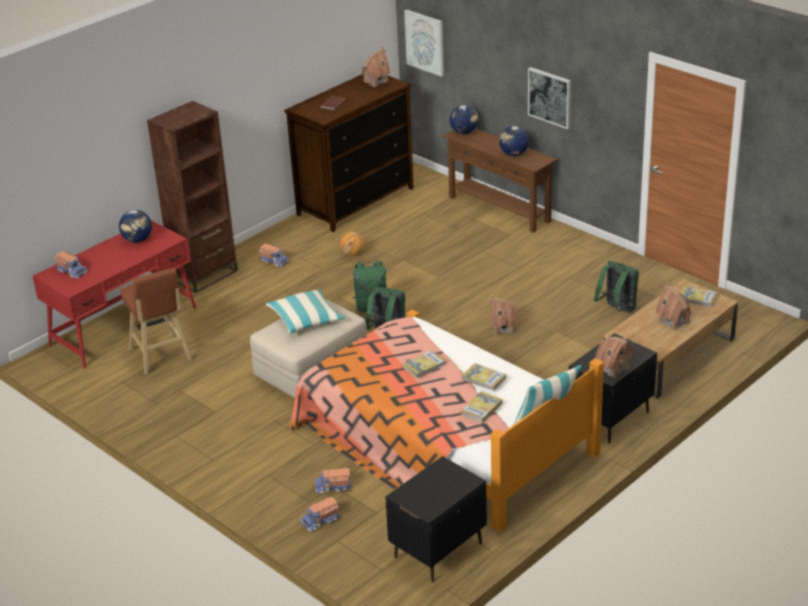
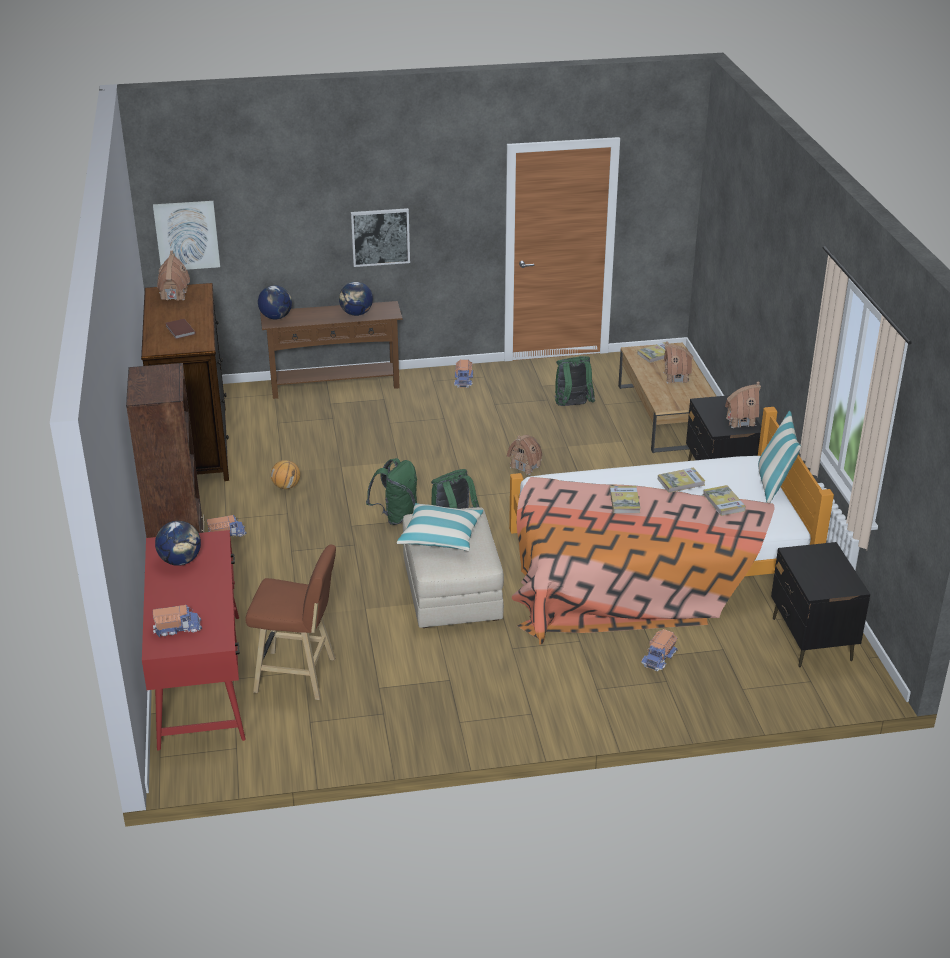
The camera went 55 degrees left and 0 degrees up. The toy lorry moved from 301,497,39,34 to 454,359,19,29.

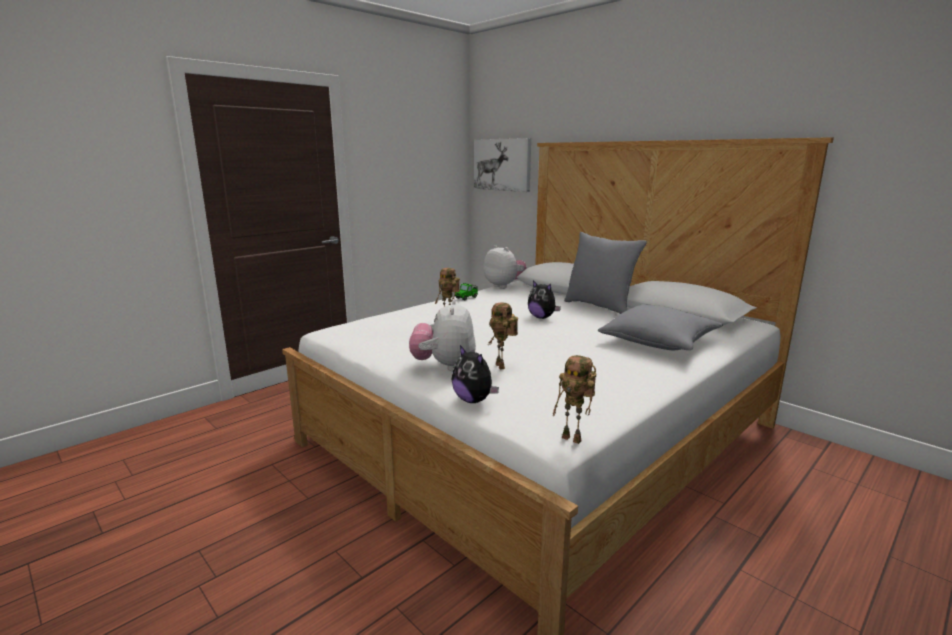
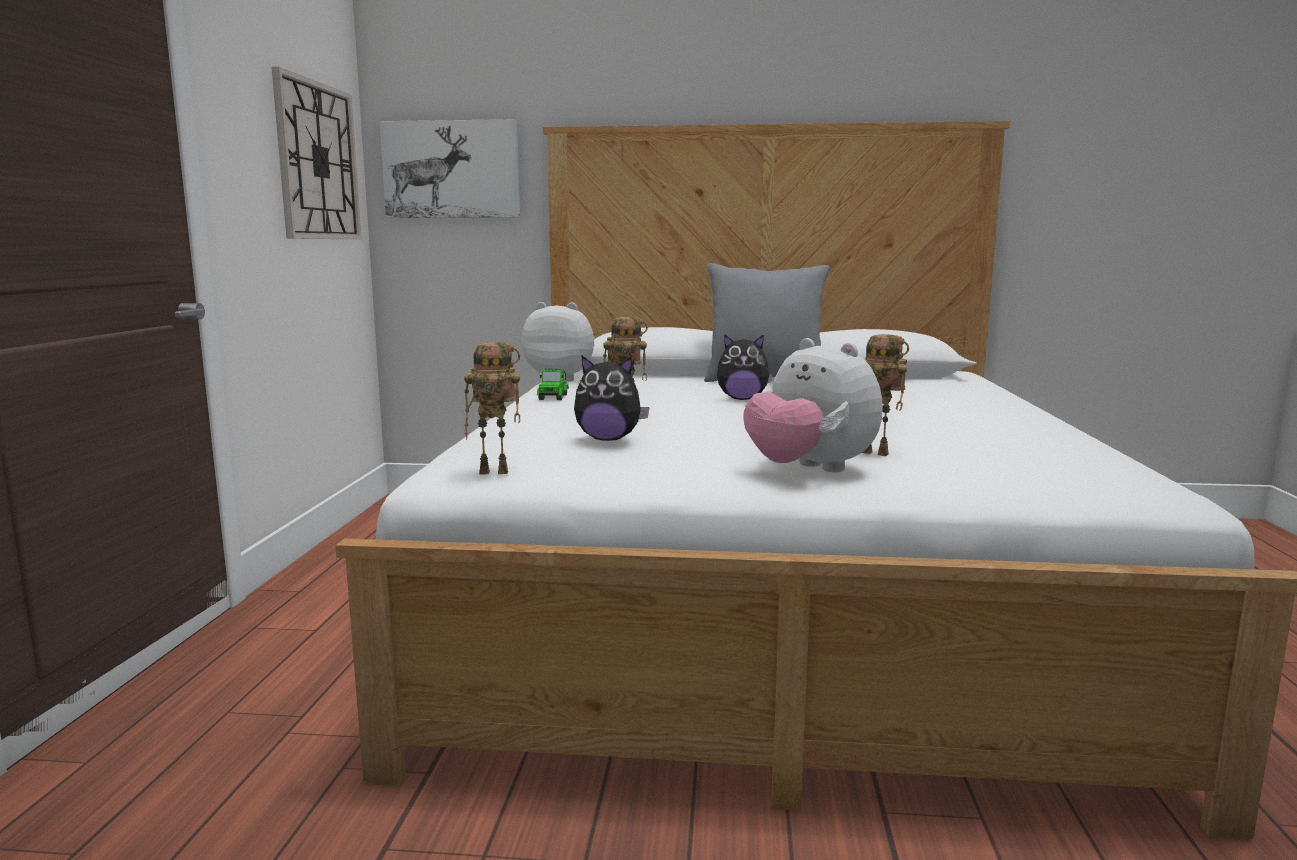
The camera went 40 degrees left and 5 degrees down. The soft toy moved from 452,345,47,58 to 574,355,76,86. The model robot moved from 553,355,43,89 to 464,342,56,132. The cushion in greyish at 598,304,125,46 disappeared. The wall clock at 272,67,89,172 appeared.

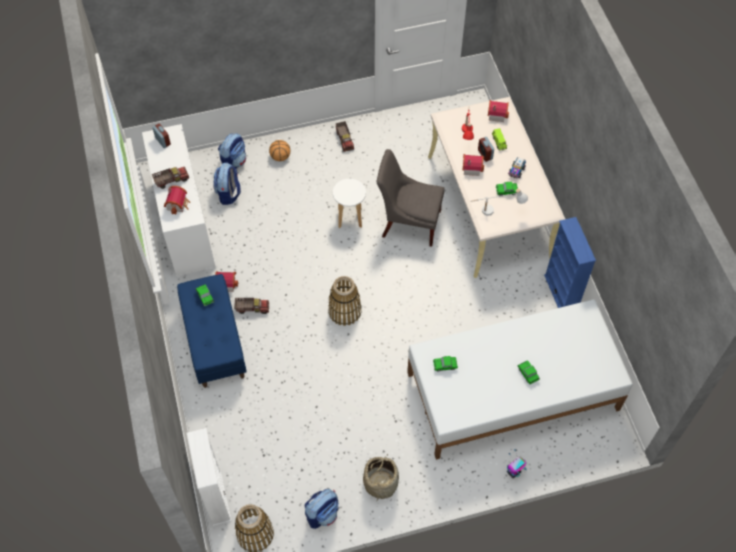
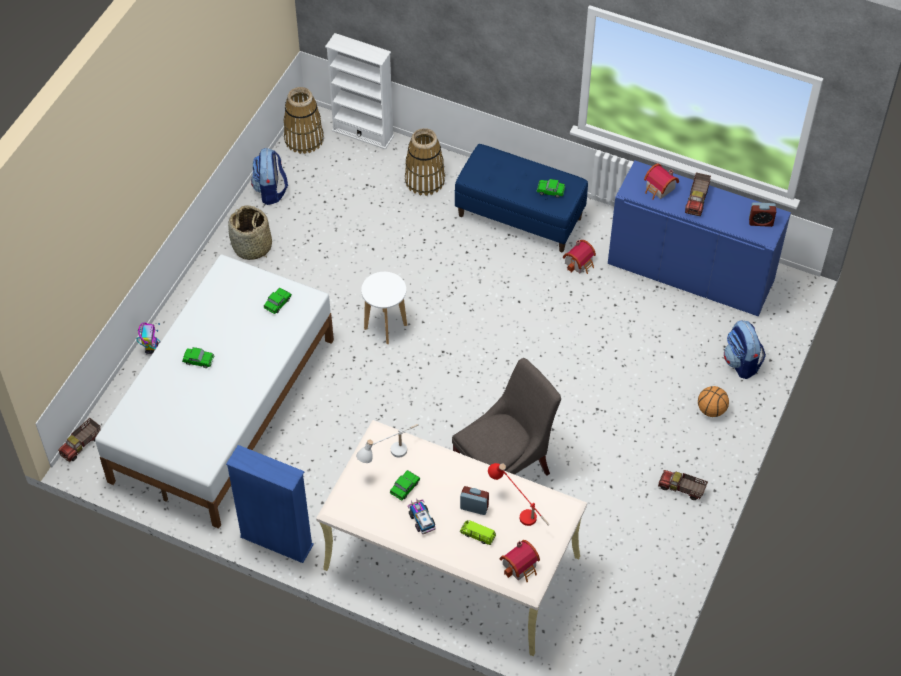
The camera went 130 degrees right and 5 degrees down. The cupboard in whitish at 142,124,73,153 became the cupboard in blue-coloured at 608,161,183,155. The backpack at 213,163,28,42 disappeared. The toy lorry moved from 234,298,35,16 to 58,418,43,44. The household basket moved from 328,276,34,50 to 405,128,40,68. The stool in whitish moved from 333,179,33,49 to 361,272,46,72. The miniature house at 462,154,22,22 disappeared.

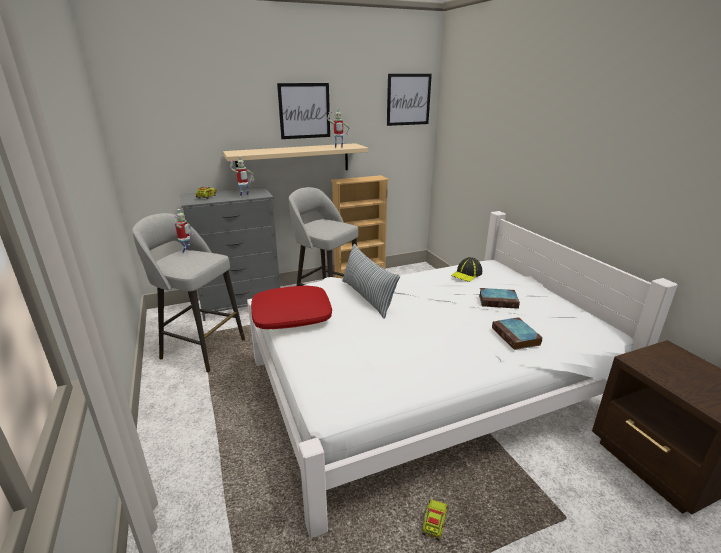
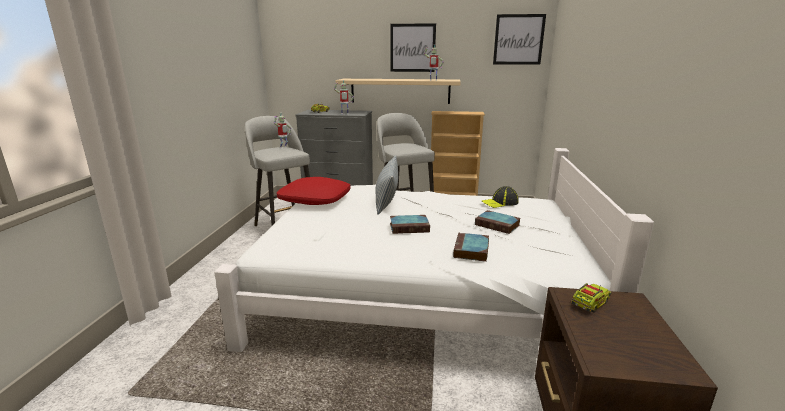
The camera went 30 degrees right and 5 degrees down. The toy lorry moved from 422,499,26,41 to 571,283,41,30. The bound book at 390,215,40,19 appeared.

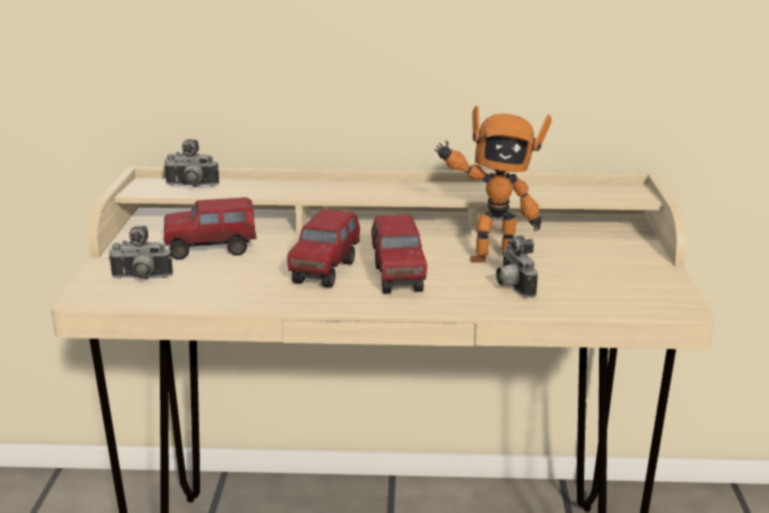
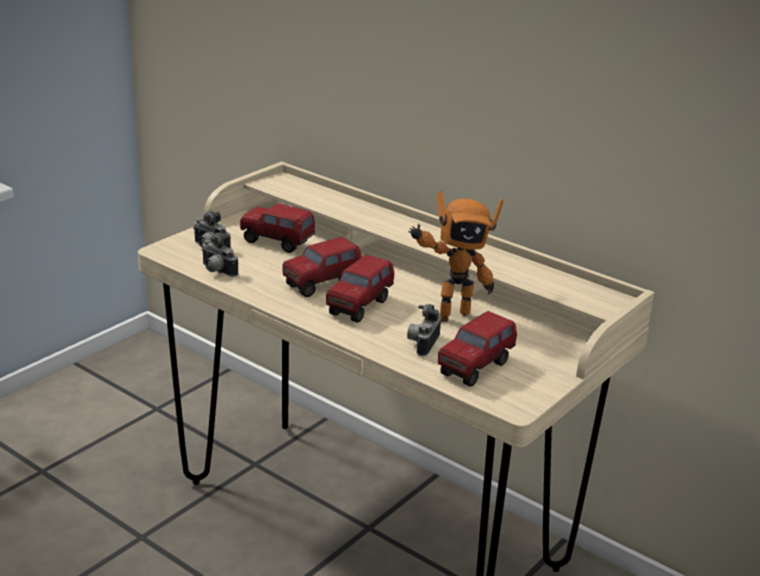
The camera went 35 degrees right and 5 degrees up. The still camera moved from 163,139,56,48 to 201,233,38,44. The model robot at 434,106,118,157 turned 45 degrees counterclockwise. The toy lorry at 438,311,79,76 appeared.

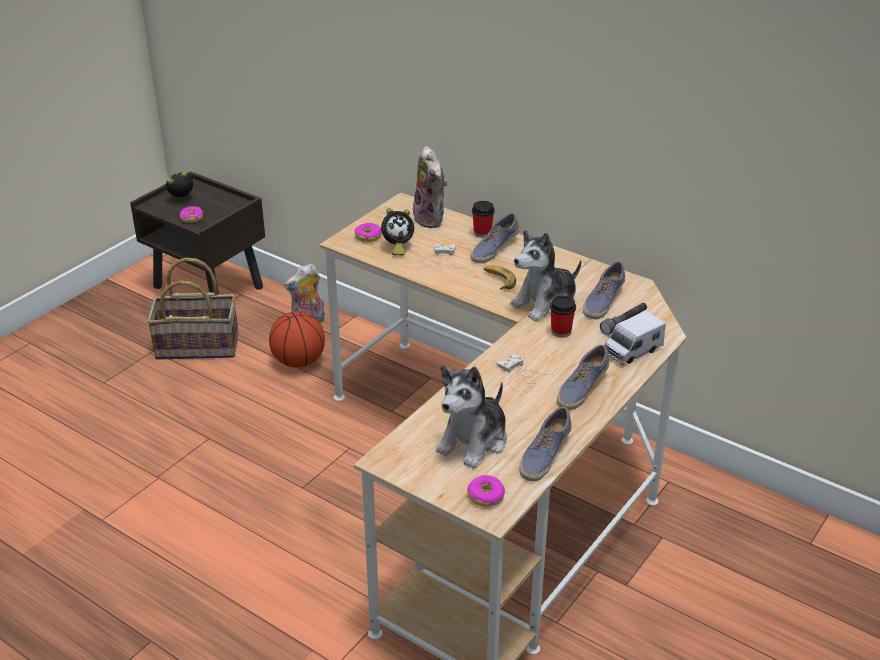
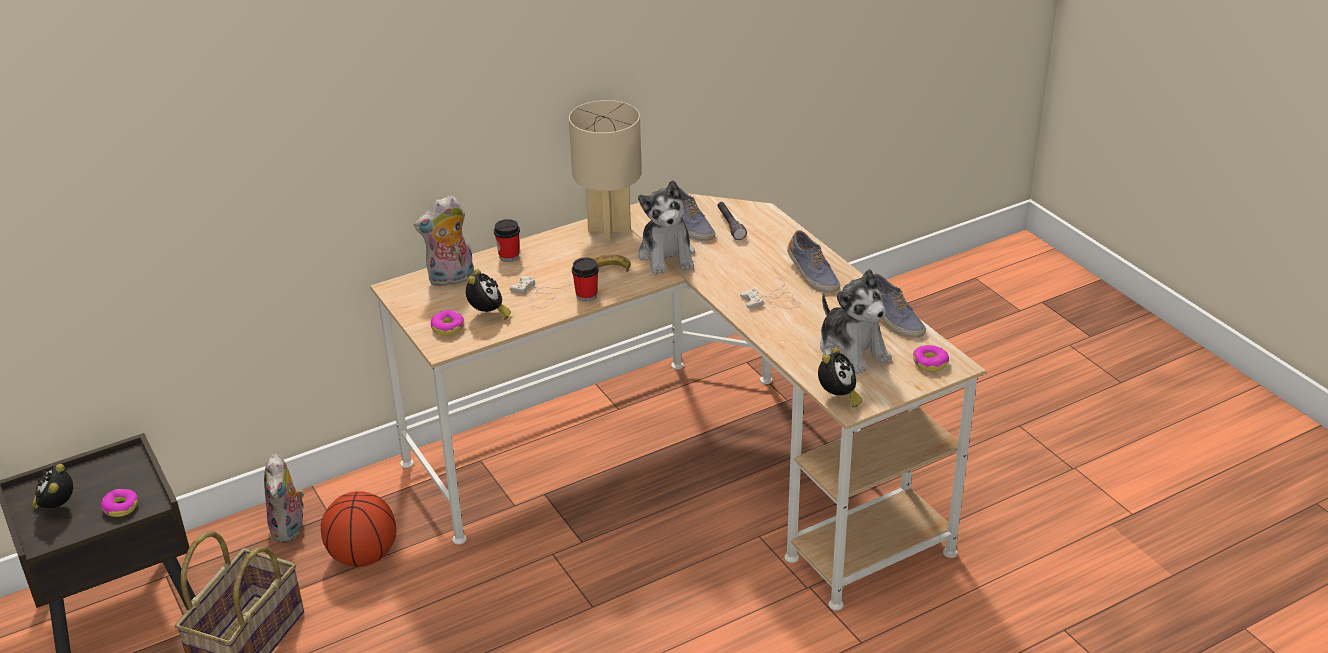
The camera went 65 degrees left and 0 degrees up. The soft toy at 413,146,35,82 turned 150 degrees clockwise. The shoe at 471,213,48,50 disappeared. The drinking cup moved from 550,296,26,41 to 572,257,27,45. The toy lorry at 605,311,61,54 disappeared. The tabletop lamp in beige-coloured at 569,100,73,141 appeared. The table clock at 818,347,44,61 appeared.

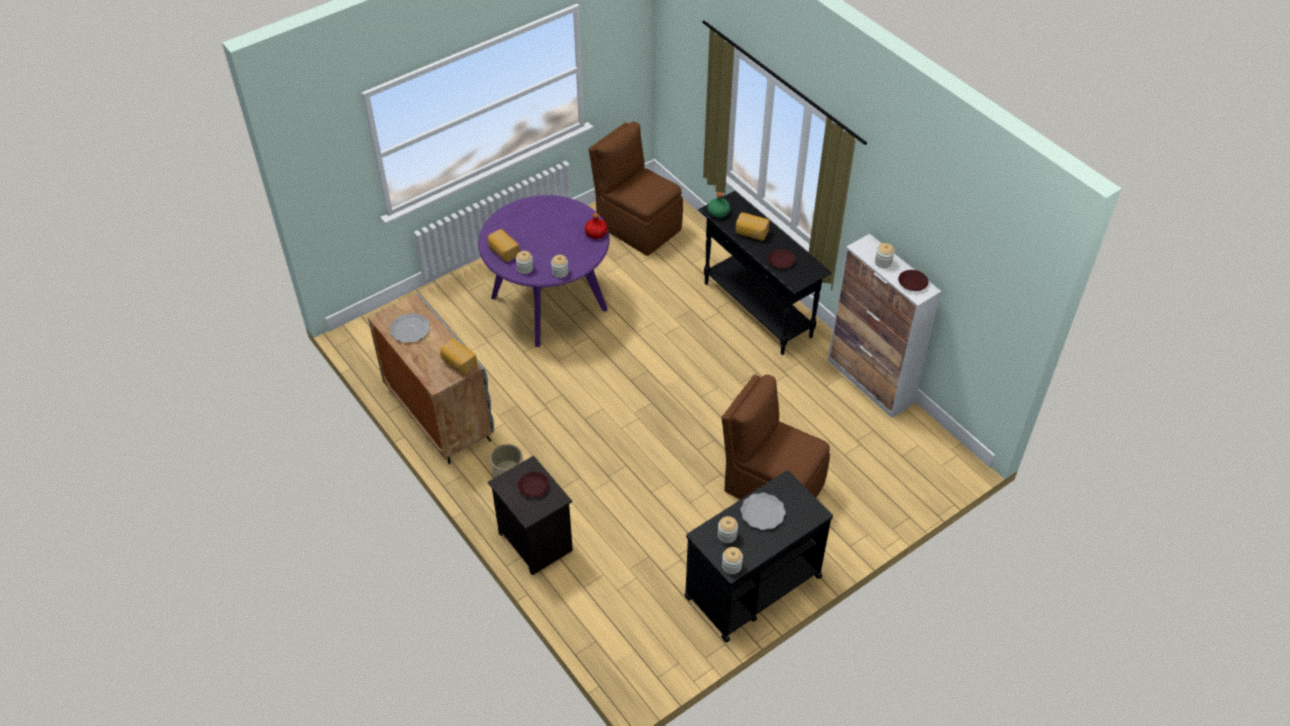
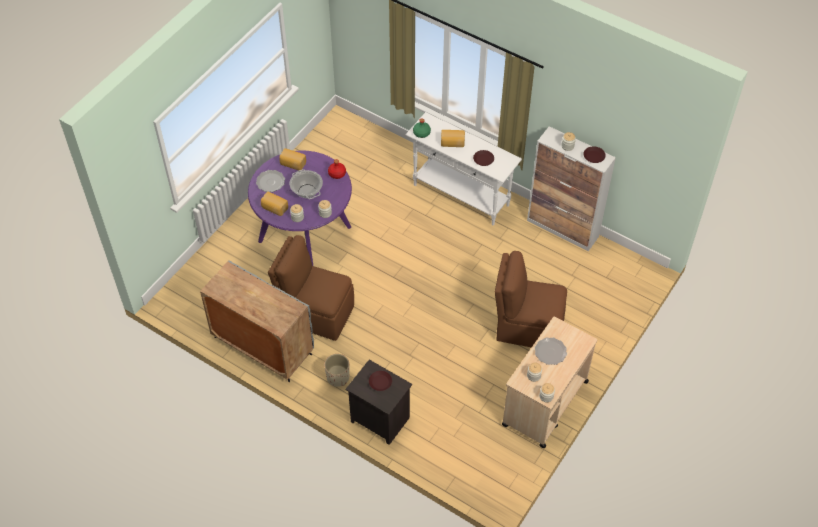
The camera went 20 degrees left and 5 degrees up. The dinner plate moved from 390,313,40,30 to 256,170,29,22. The bread moved from 440,338,37,37 to 279,148,27,22. The plain chair in brown moved from 589,122,94,134 to 268,235,86,106. The cart in black at 684,470,149,172 became the cart in beige-coloured at 502,317,95,131. The console table in black at 698,191,133,164 became the console table in whitish at 406,112,116,114. The stockpot at 290,169,33,30 appeared.

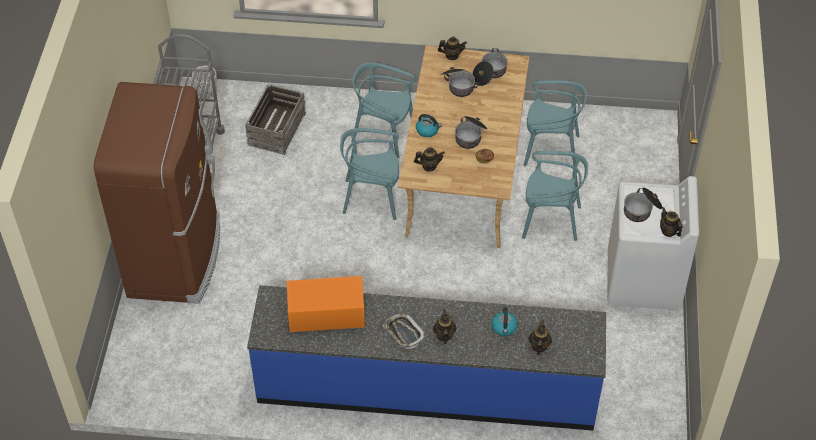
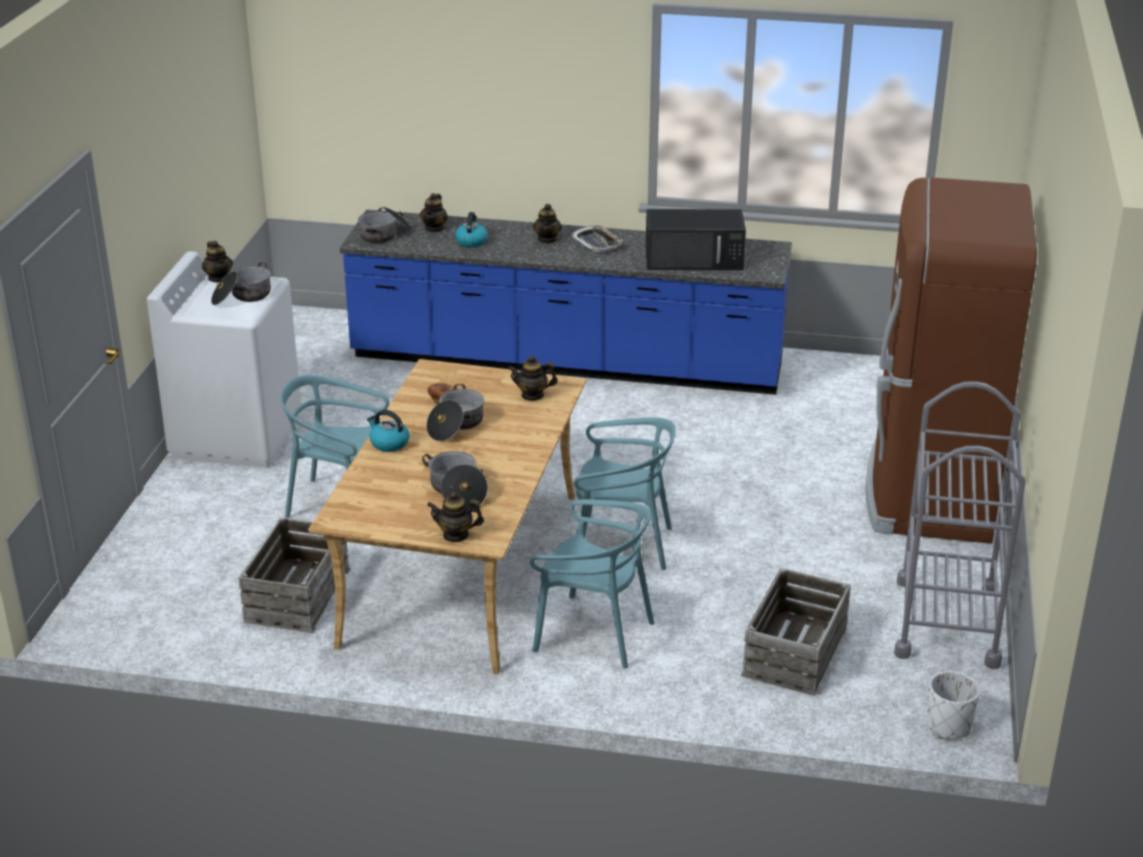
The camera went 175 degrees left and 20 degrees down. The microwave in orange at 287,276,78,56 became the microwave in black at 646,209,100,61. The tea kettle moved from 416,114,26,23 to 367,410,42,42. The stockpot moved from 473,48,35,38 to 358,207,54,36. The plain chair in turquoise at 523,80,64,86 was replaced by the packing crate at 238,517,112,116.

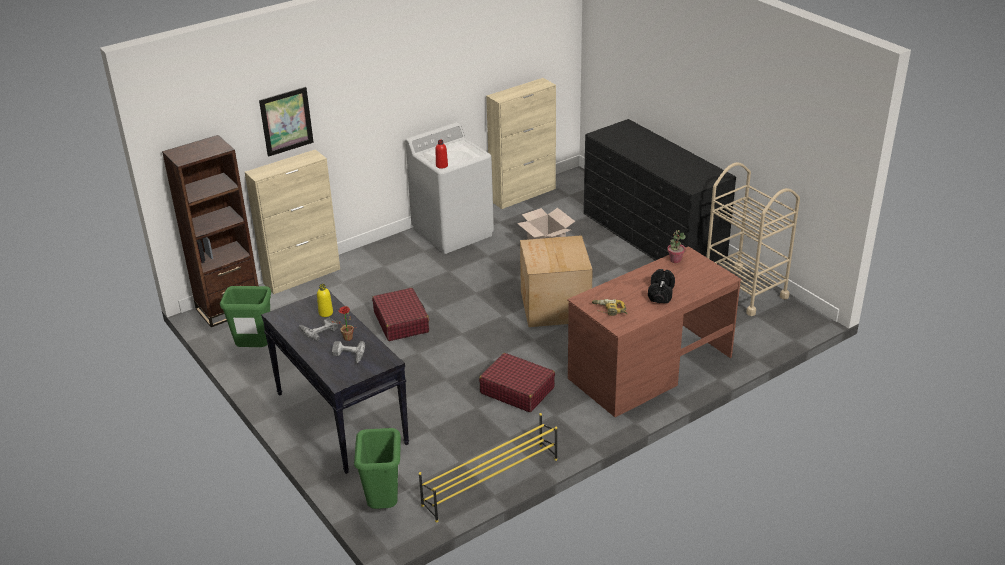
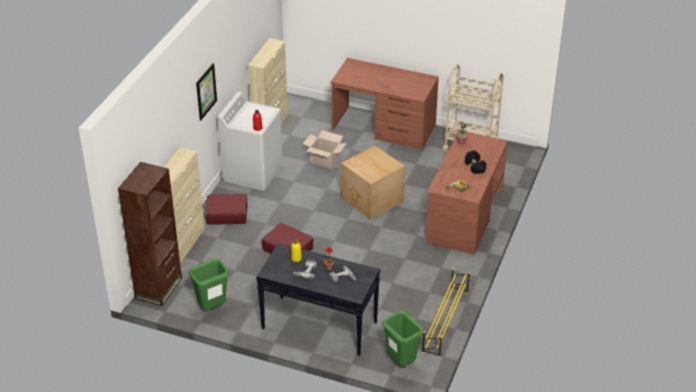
The camera went 35 degrees left and 5 degrees up. The wall art moved from 259,87,55,70 to 196,63,21,58. The suitcase in red-coloured moved from 479,353,76,59 to 205,194,43,31. The dresser in black at 584,119,152,145 was replaced by the desk in brown at 331,58,108,92.

